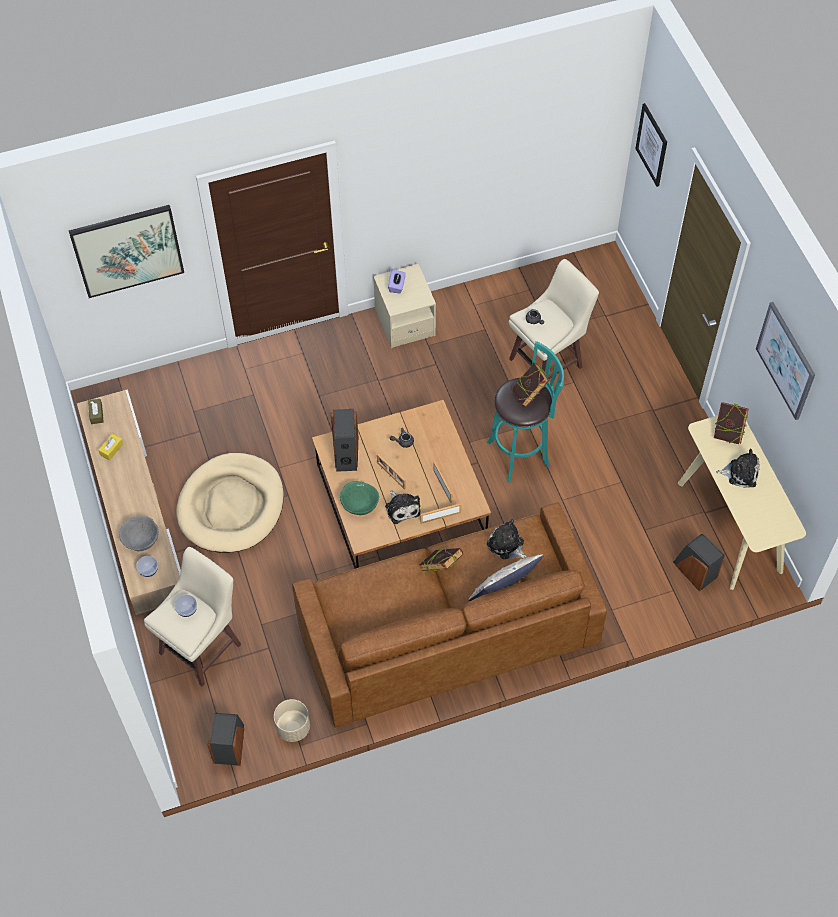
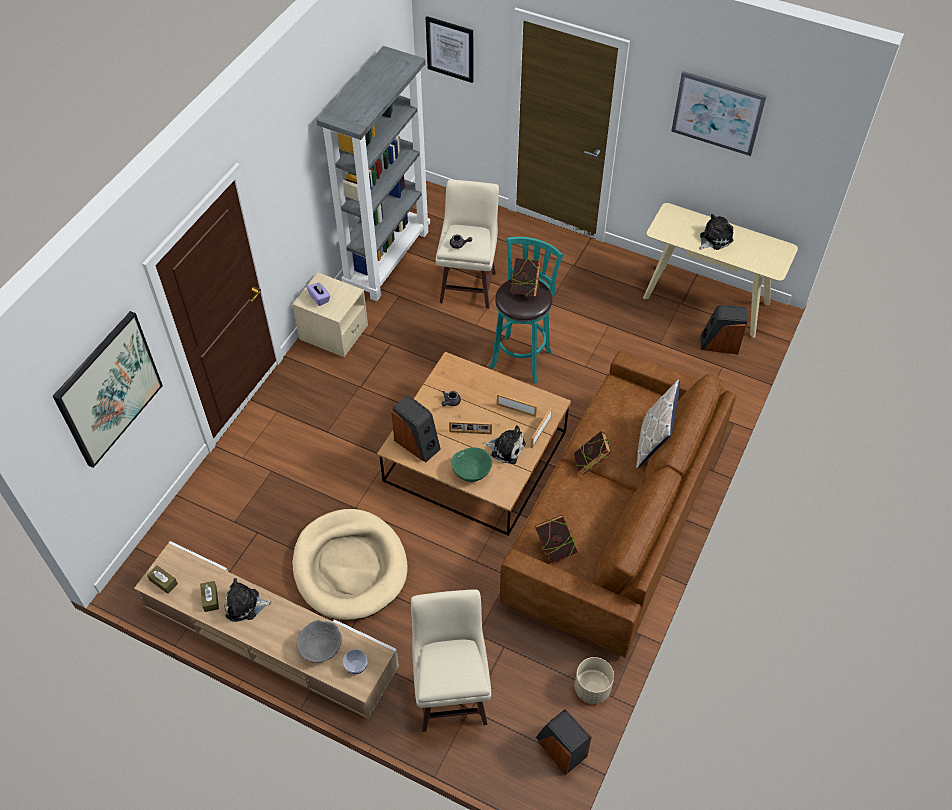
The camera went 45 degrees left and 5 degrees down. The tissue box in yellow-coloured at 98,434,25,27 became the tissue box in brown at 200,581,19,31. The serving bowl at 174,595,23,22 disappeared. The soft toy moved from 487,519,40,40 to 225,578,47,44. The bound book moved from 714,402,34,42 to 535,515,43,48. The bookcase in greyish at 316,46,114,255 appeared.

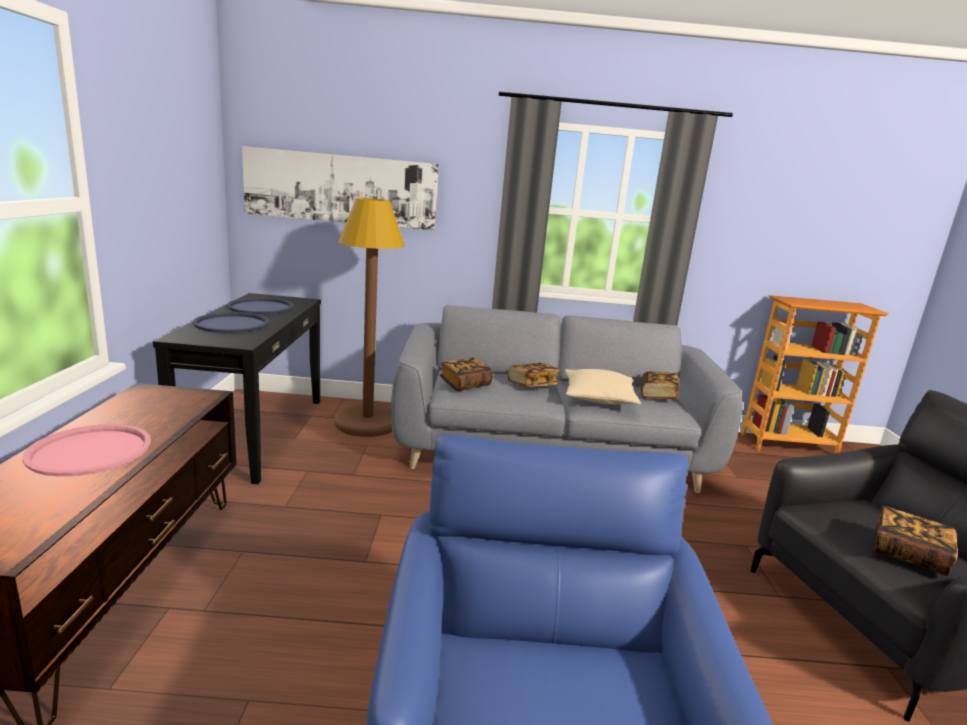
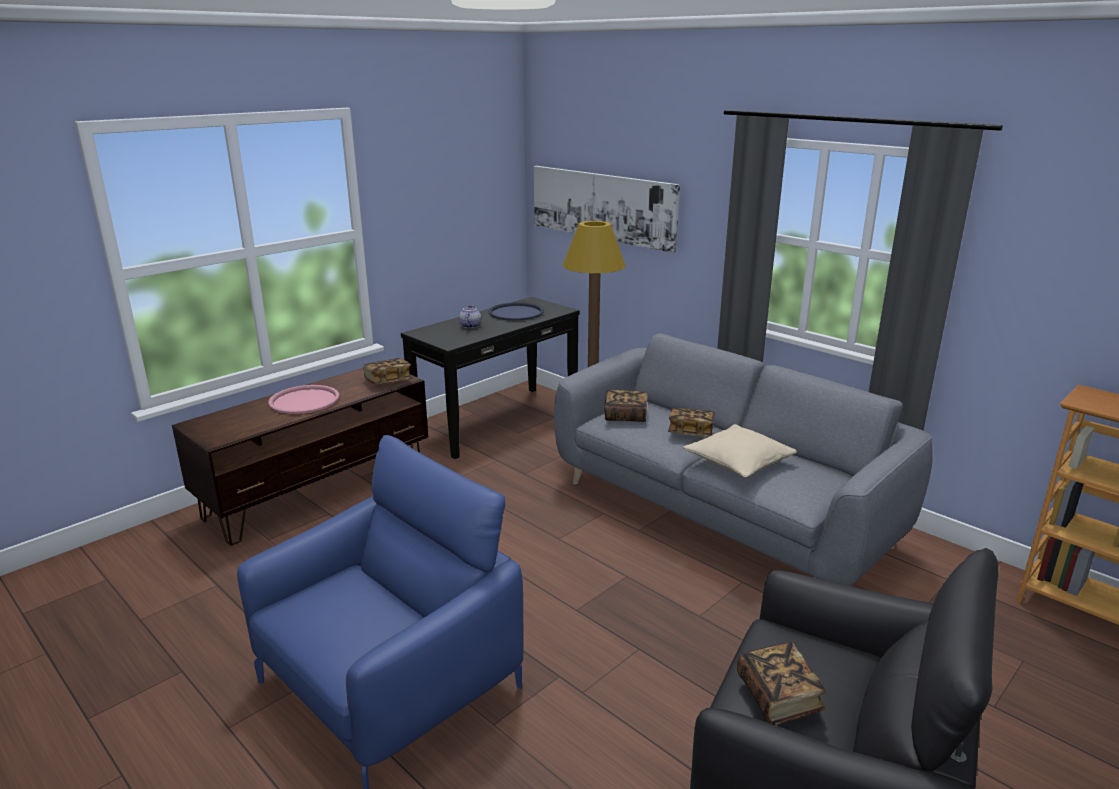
The camera went 45 degrees right and 5 degrees up. The carrying tray in blue-coloured at 193,312,76,21 was replaced by the tea pot at 459,305,22,23. The bound book moved from 641,371,38,28 to 363,358,49,26.

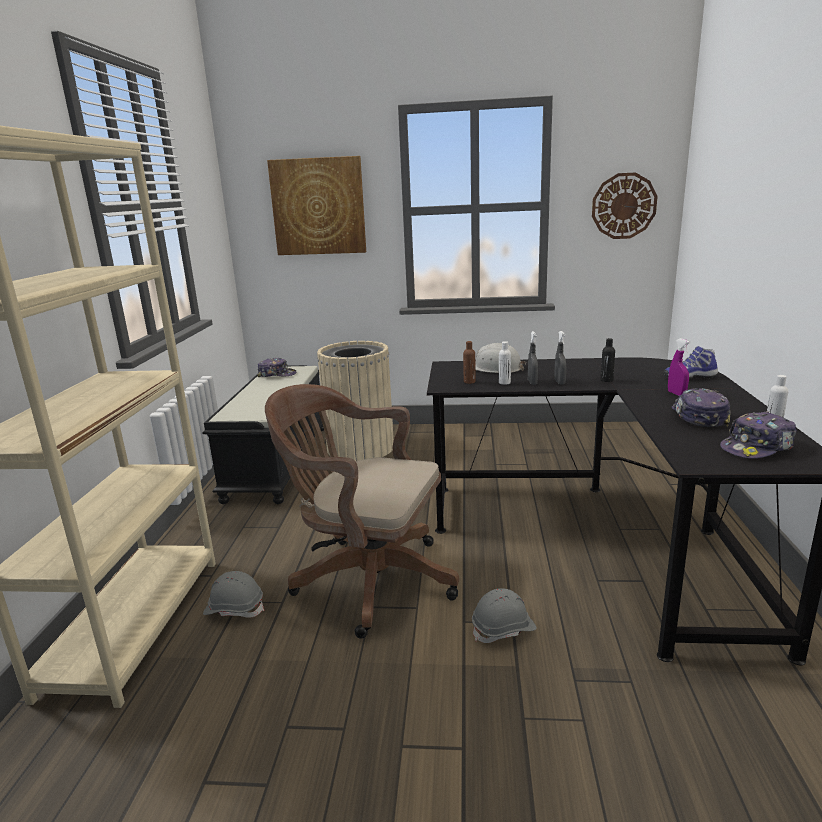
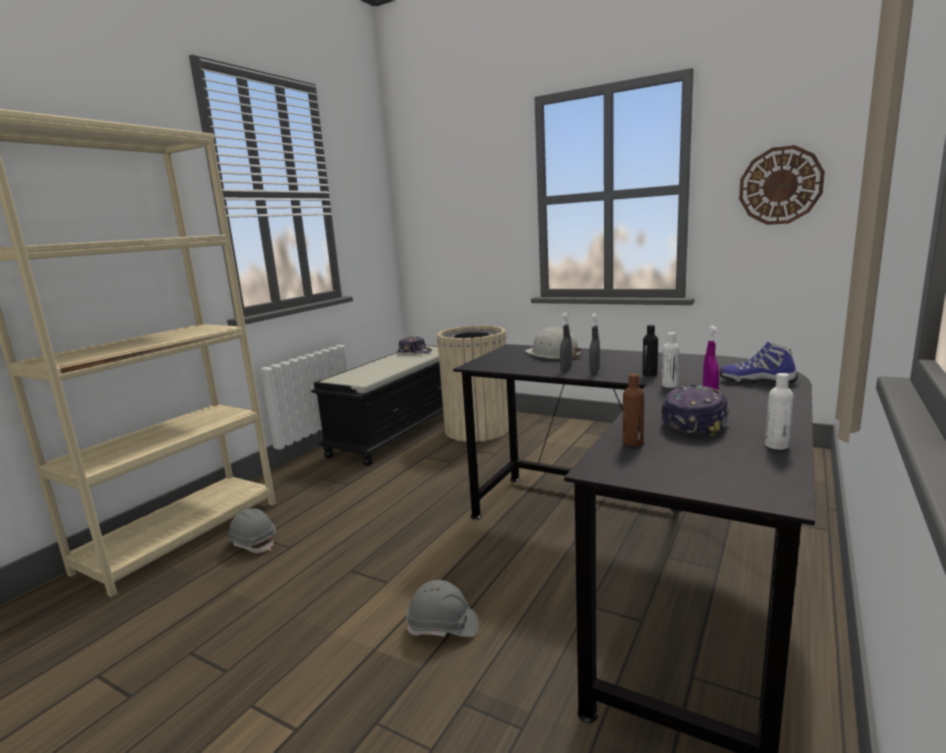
The camera went 25 degrees right and 5 degrees down. The office chair in brown at 265,384,194,255 disappeared. The wall art at 267,156,99,99 disappeared. The bottle in brown moved from 463,341,13,43 to 623,373,21,73. The bottle in whitish moved from 499,341,12,44 to 662,332,17,56. The baseball cap at 720,411,77,48 disappeared.

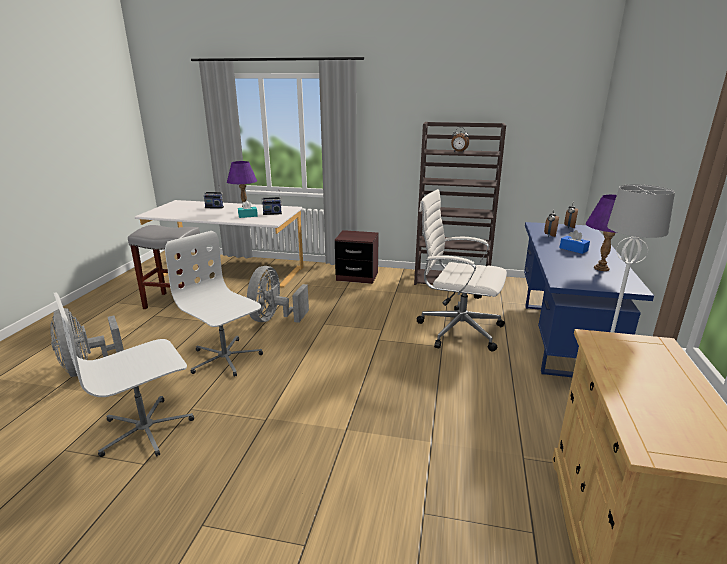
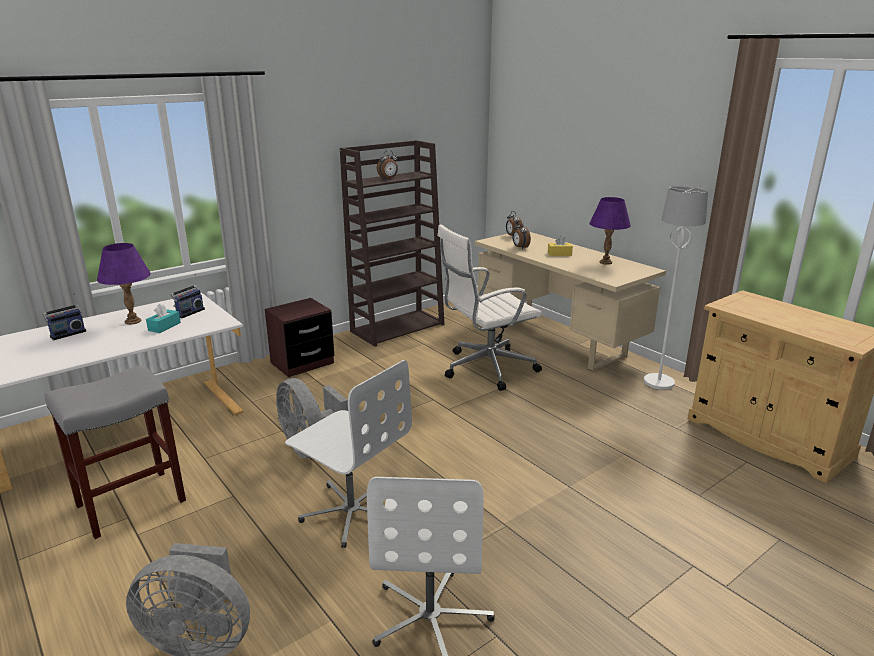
The camera went 50 degrees left and 0 degrees up. The office chair in whitish at 165,231,98,146 turned 135 degrees counterclockwise. The desk in blue-coloured at 524,222,130,155 became the desk in beige-coloured at 475,232,191,139. The tissue box in blue-coloured at 559,230,31,24 became the tissue box in yellow-coloured at 548,236,25,20.

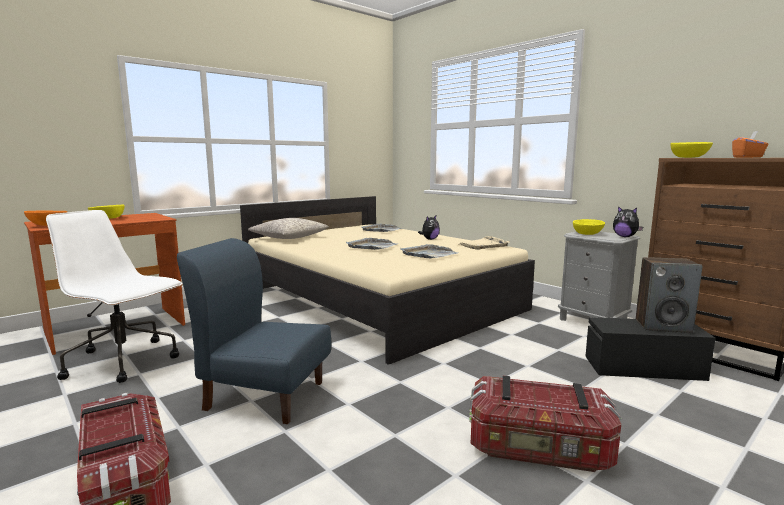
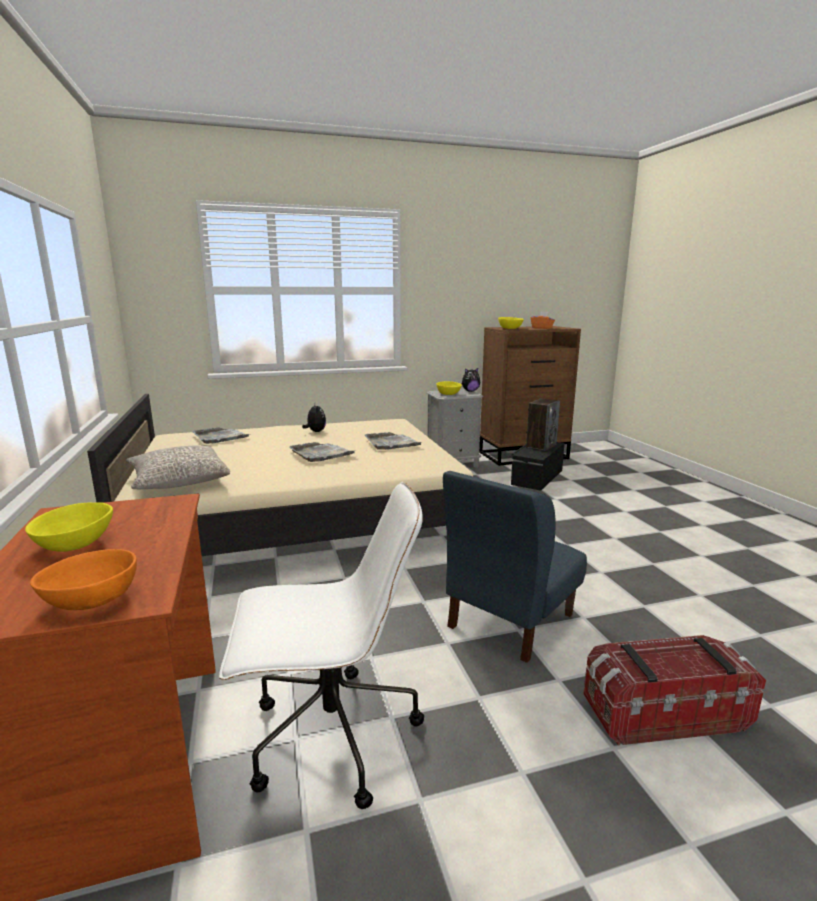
The camera went 65 degrees left and 5 degrees up. The office chair in whitish at 46,210,137,173 turned 150 degrees counterclockwise. The carrying tray in beige-coloured at 457,236,53,14 disappeared. The storage container at 469,376,152,96 disappeared.

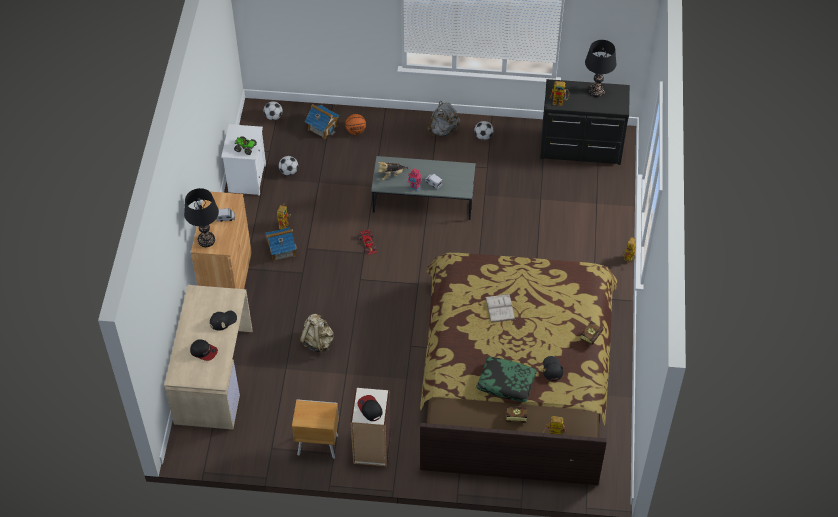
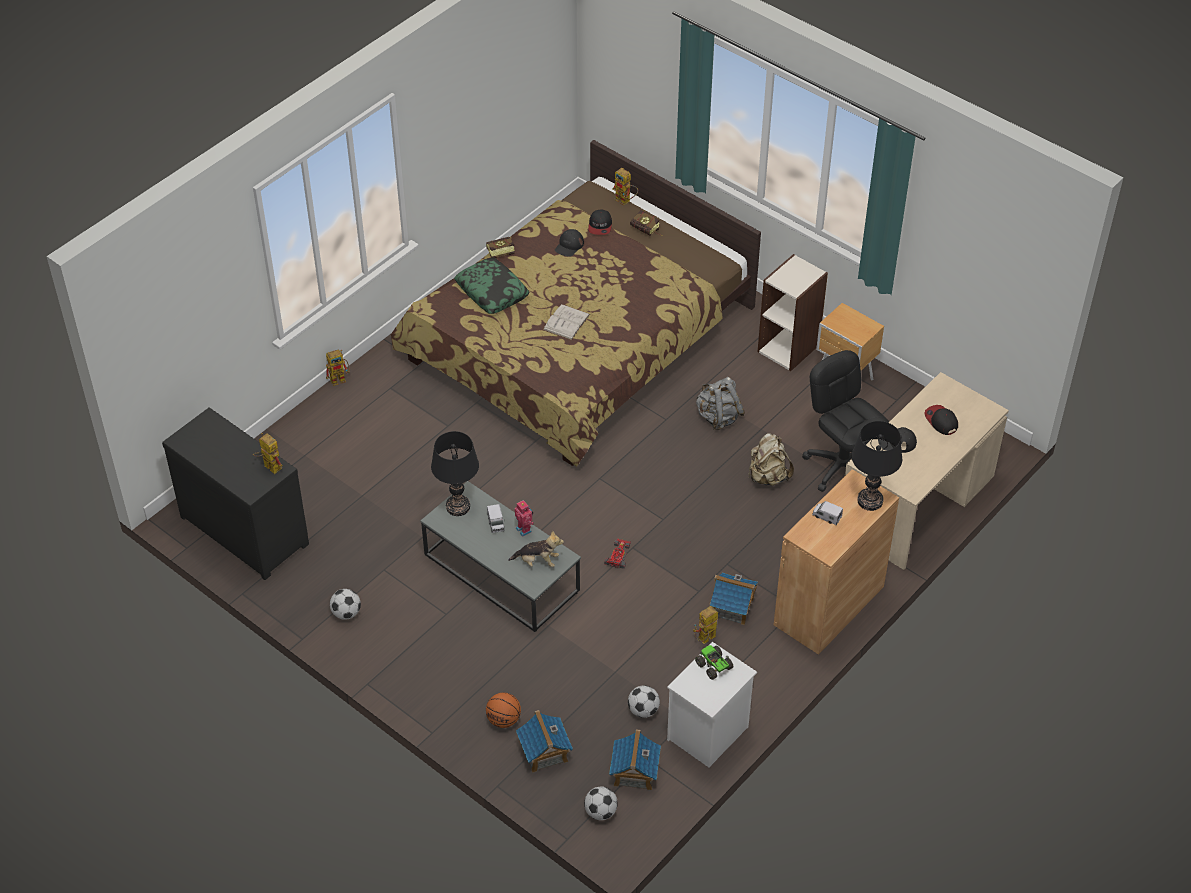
The camera went 145 degrees left and 5 degrees down. The baseball cap moved from 357,395,26,26 to 588,210,24,25. The backpack in greyish moved from 427,101,33,36 to 696,377,49,53. The cushion moved from 476,357,61,45 to 454,258,76,56. The tabletop lamp in black moved from 585,40,32,57 to 431,431,48,85. The miniature house at 609,729,52,62 appeared. The office chair in black at 802,350,87,142 appeared.

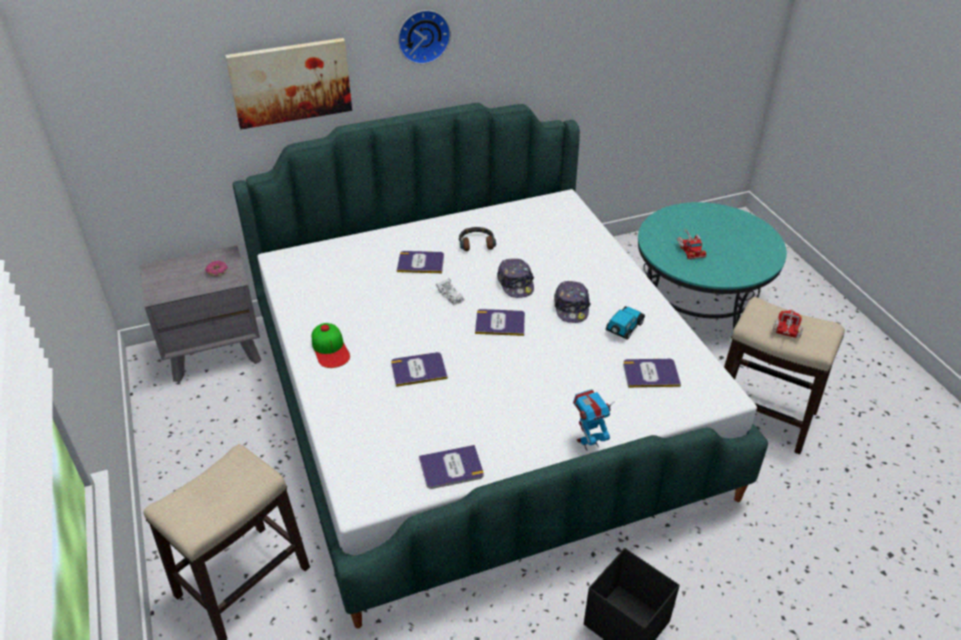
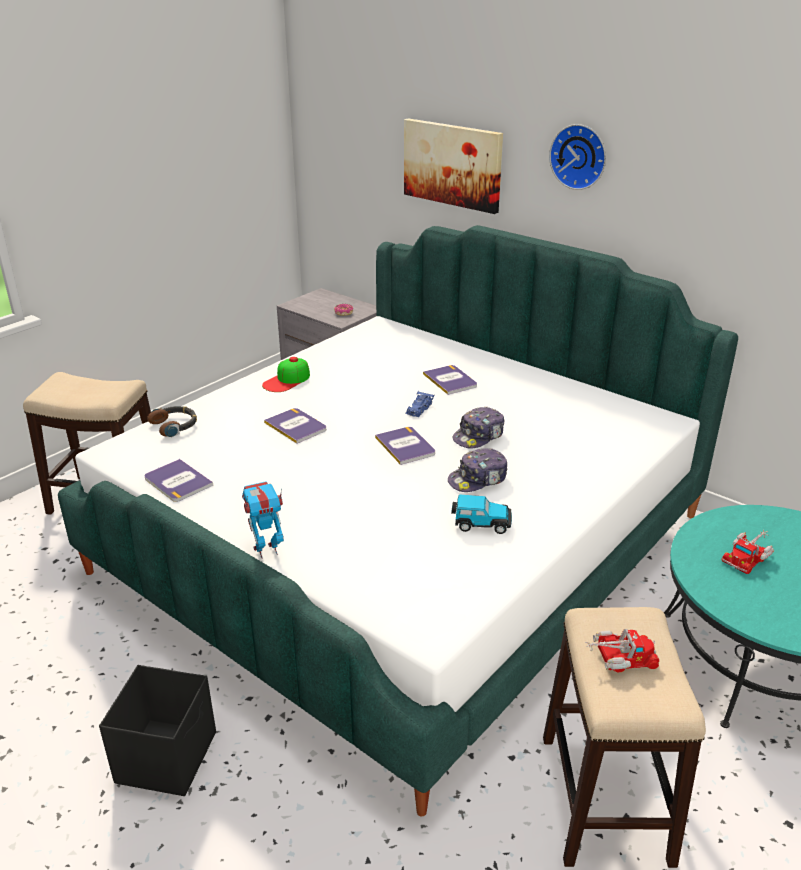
The camera went 60 degrees right and 10 degrees down. The model car in whitish at 436,279,29,26 became the model car in blue-coloured at 405,391,29,27. The headset moved from 459,227,37,24 to 147,406,50,31. The model robot at 573,389,41,62 turned 60 degrees counterclockwise. The bound book at 623,359,58,29 disappeared.

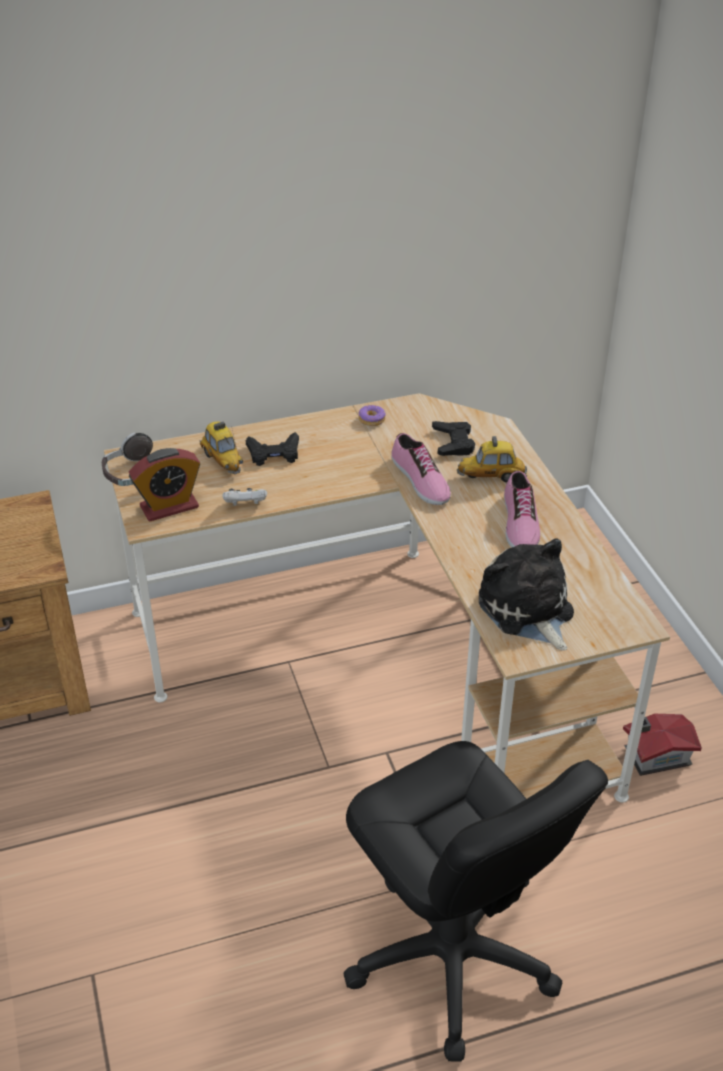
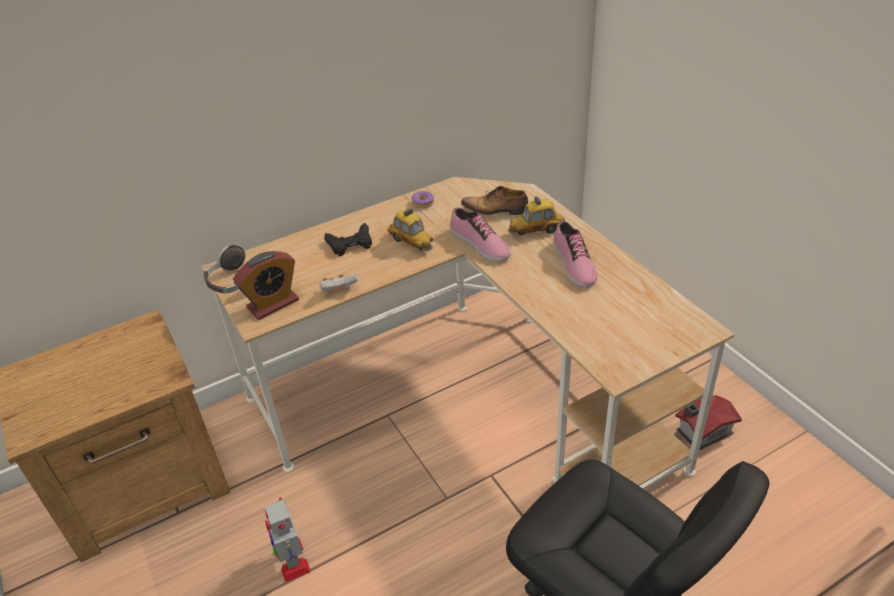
The camera went 10 degrees left and 0 degrees up. The model car moved from 200,422,43,53 to 387,208,46,43. The game controller in black at 432,421,43,35 was replaced by the shoe at 461,186,67,29. The soft toy at 479,538,95,113 disappeared. The model robot at 265,497,45,86 appeared.

